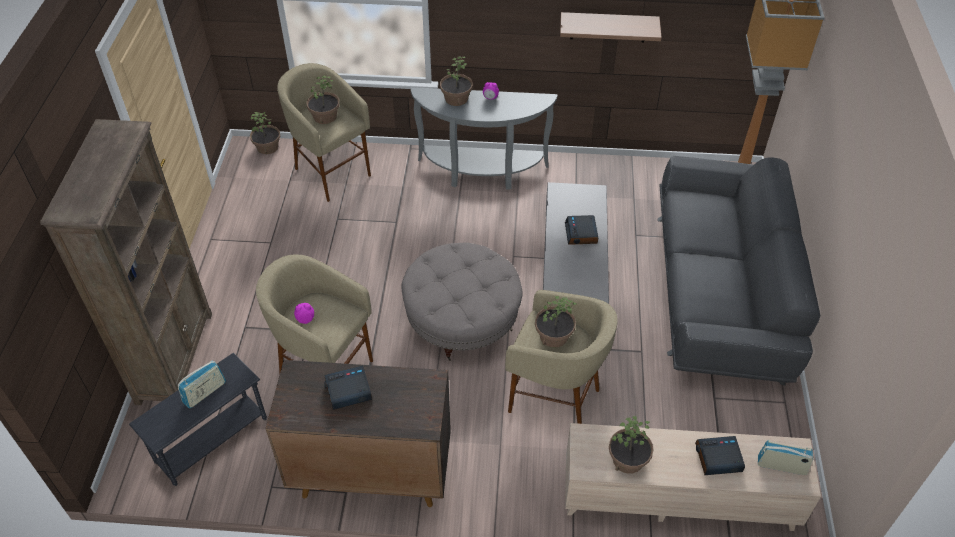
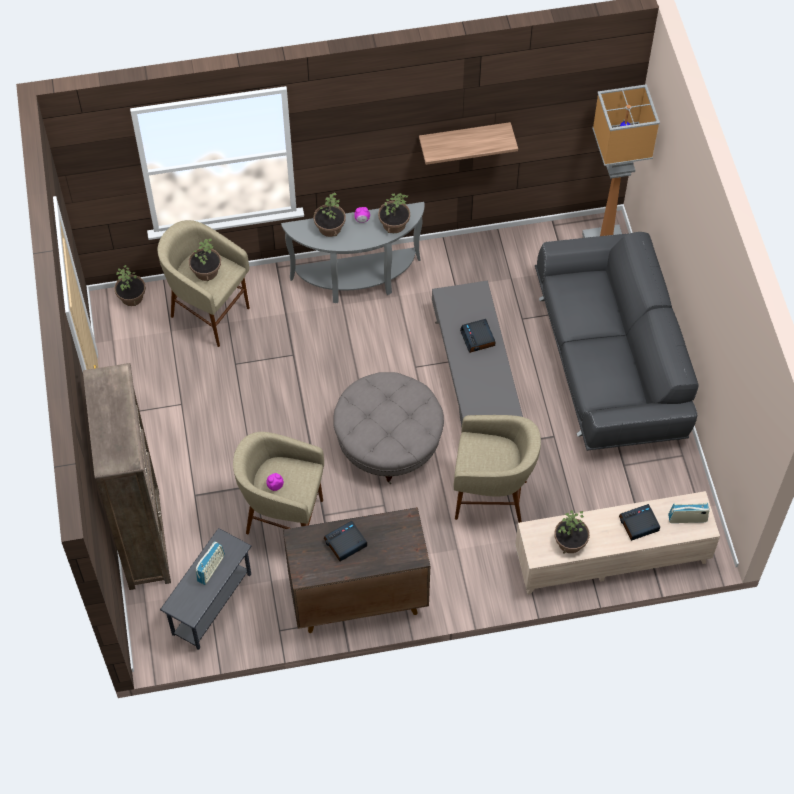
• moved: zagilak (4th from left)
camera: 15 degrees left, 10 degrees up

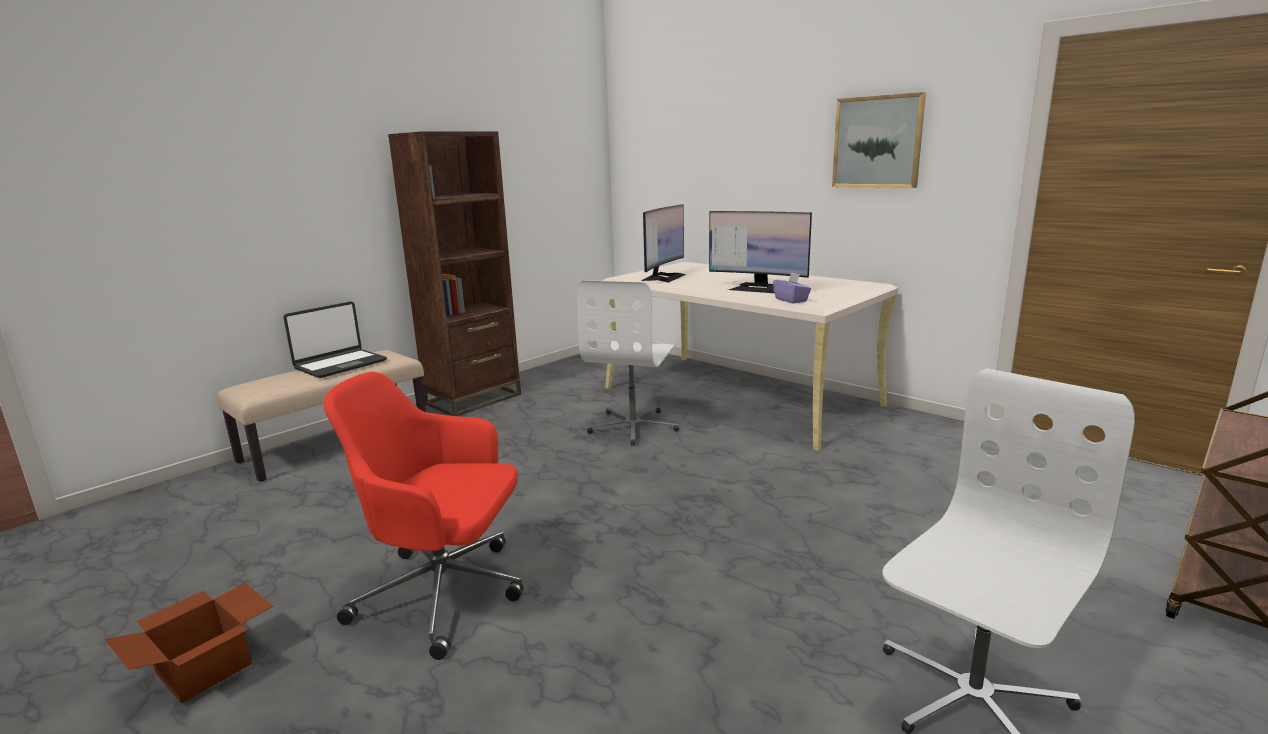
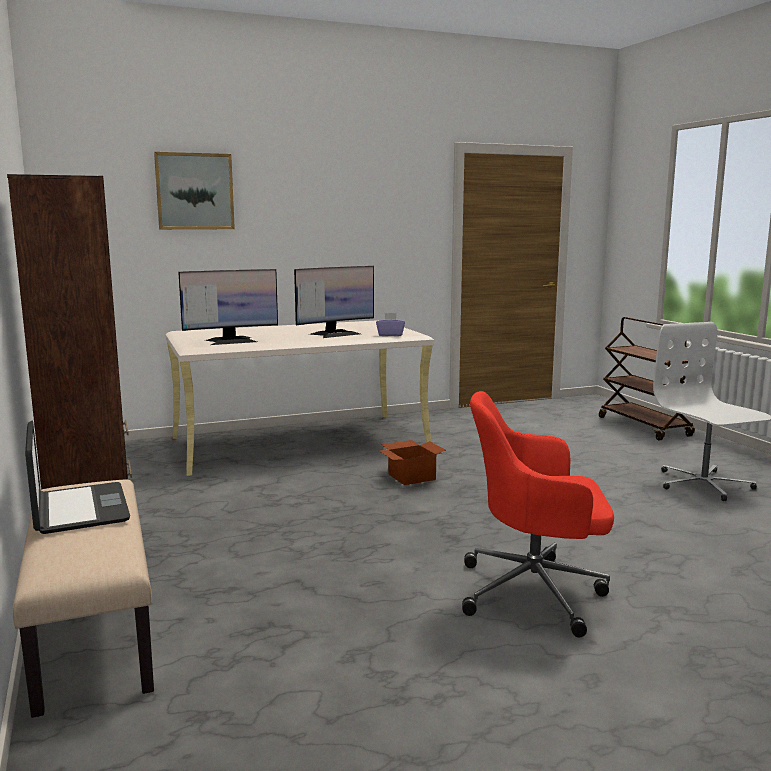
• removed: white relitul (1st from left)
• moved: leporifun
• moved: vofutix
• turned: red relitul 60 degrees clockwise
• turned: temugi (1st from left) 105 degrees clockwise
camera: 65 degrees left, 5 degrees down

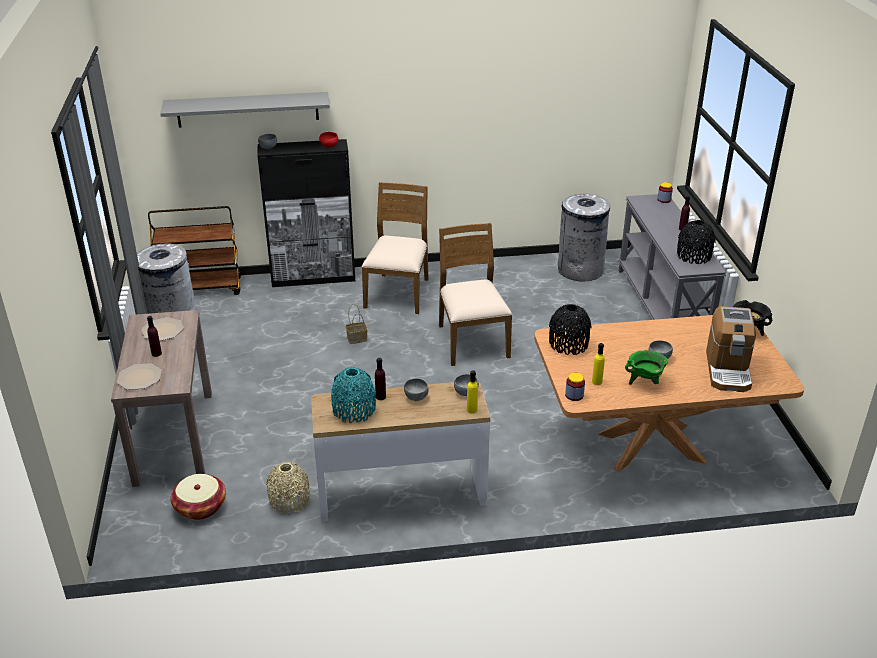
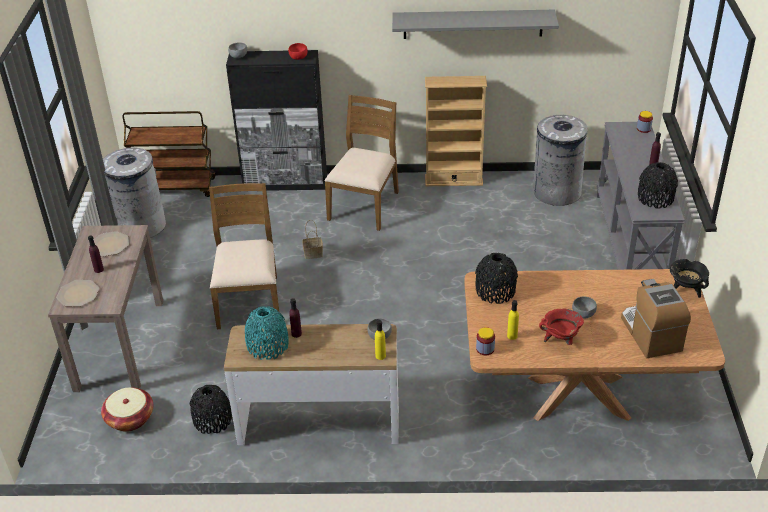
• removed: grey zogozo (2nd from left)
• added: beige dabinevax
• moved: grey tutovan
• moved: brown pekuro (2nd from left in the first image) to brown pekuro (1st from left)
• recoloured: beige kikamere to black kikamere (1st from left)
• recoloured: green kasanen to red kasanen
• turned: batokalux 150 degrees clockwise
camera: 10 degrees right, 5 degrees up

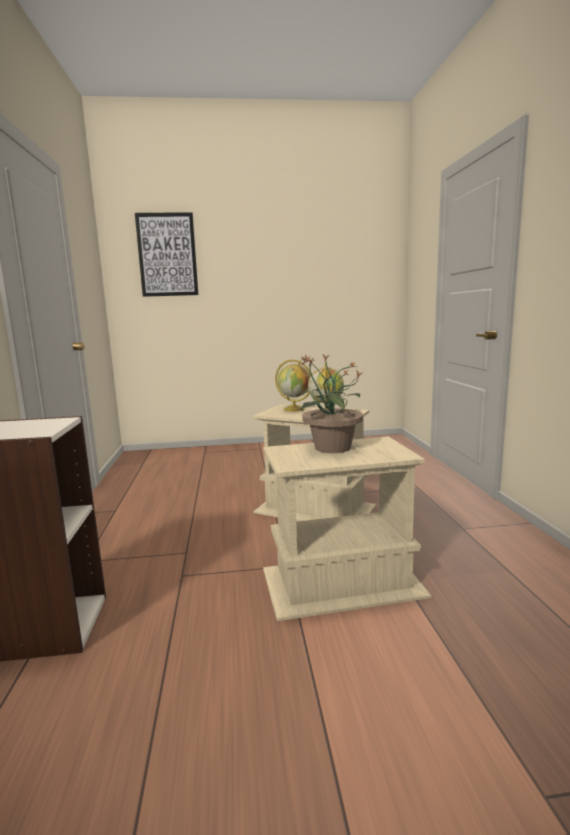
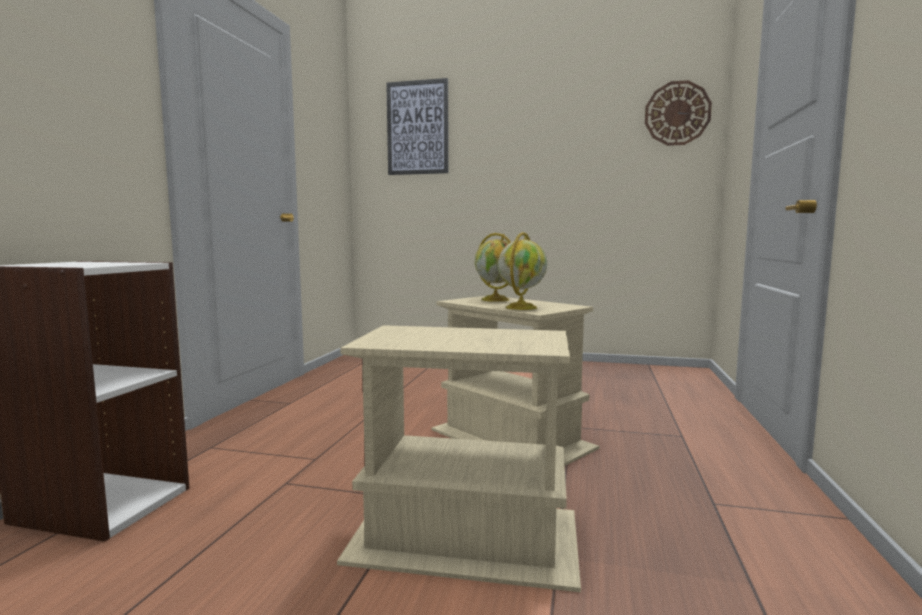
• removed: zagilak
• added: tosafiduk
camera: 20 degrees right, 5 degrees down

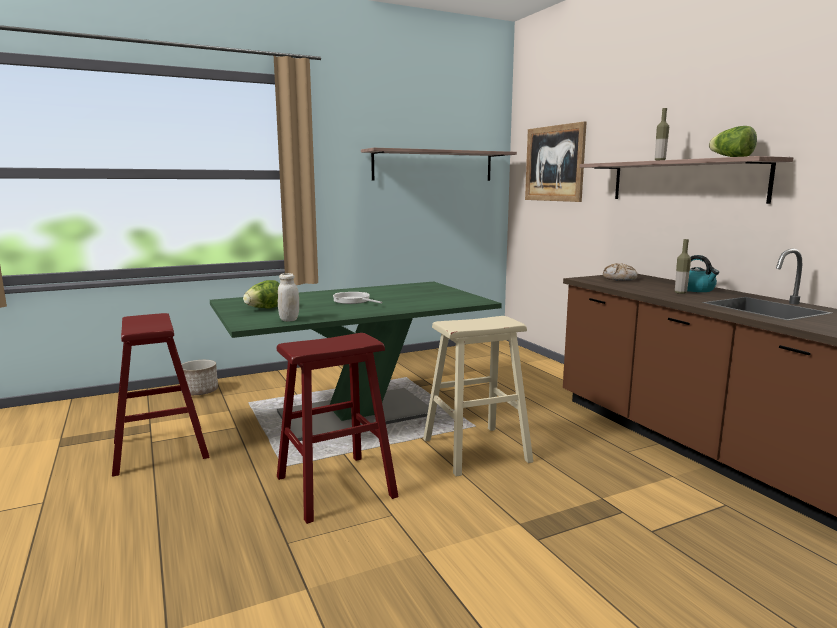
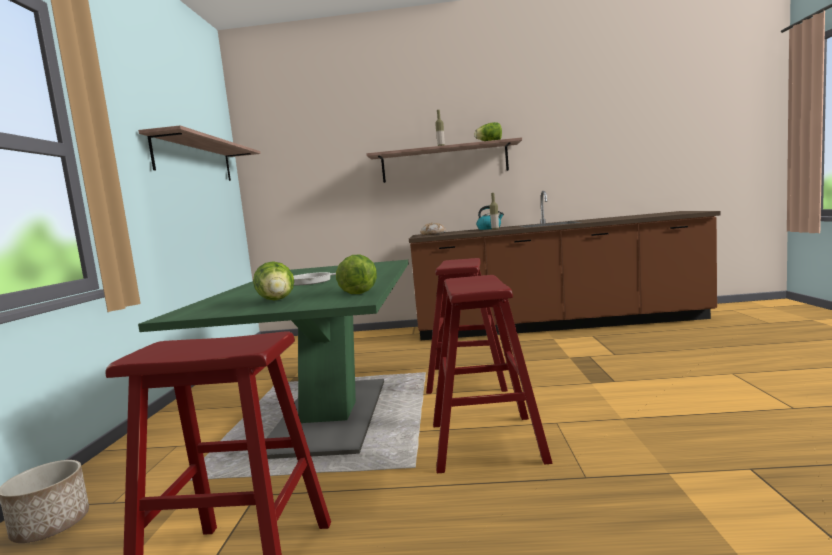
• removed: vofutix
• replaced: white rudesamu to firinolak (2nd from left)
• recoloured: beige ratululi to red ratululi (2nd from left)
camera: 60 degrees left, 5 degrees down

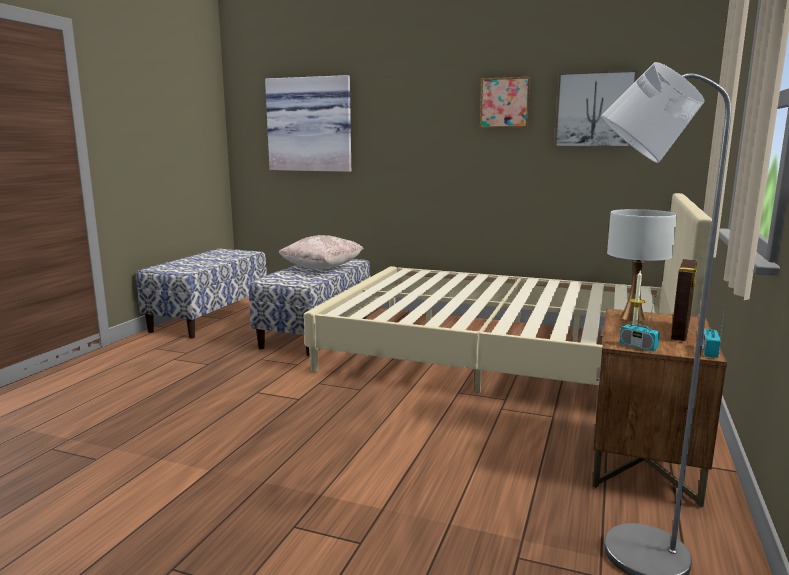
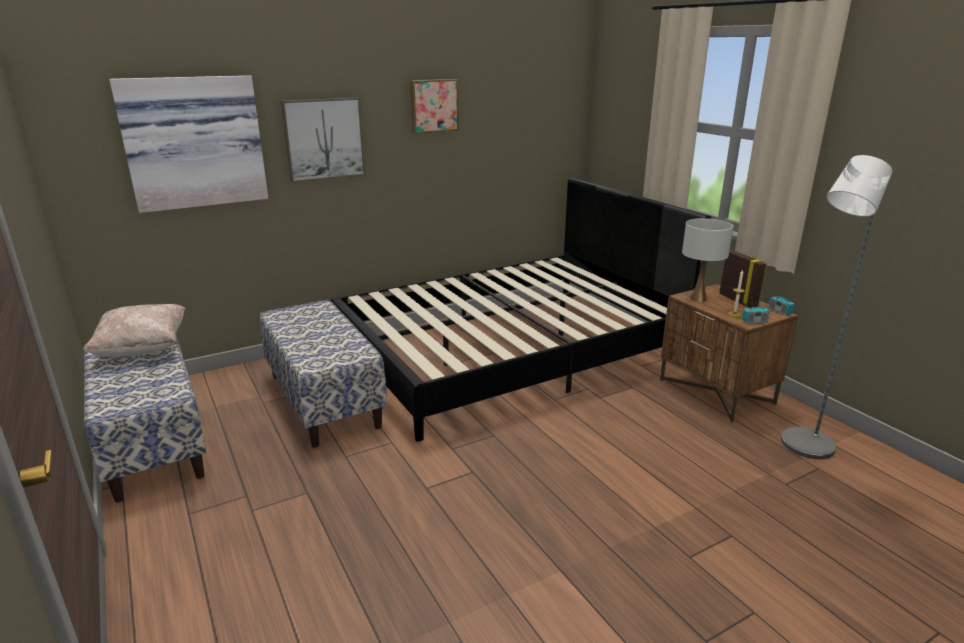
• moved: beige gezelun
• moved: vofutix (3rd from left in the first image) to vofutix (2nd from left)
• recoloured: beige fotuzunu to black fotuzunu
camera: 50 degrees left, 10 degrees up

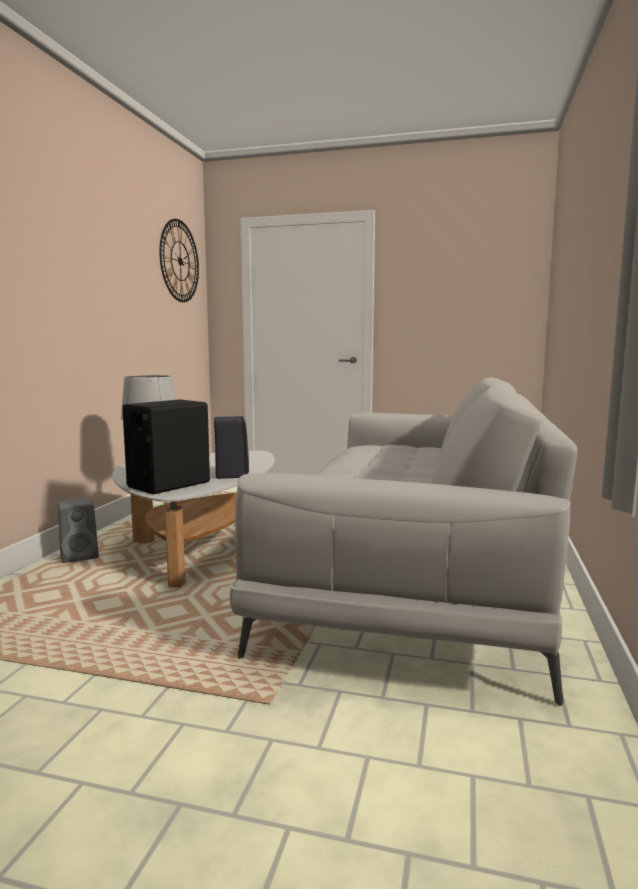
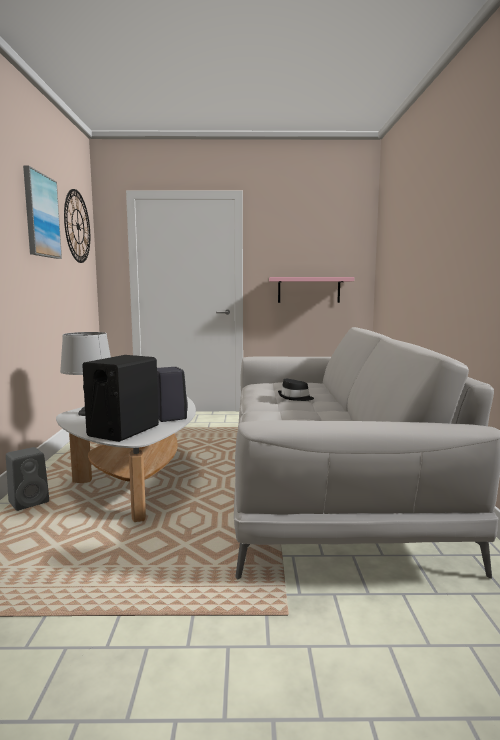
• added: vofutix
• added: pink tutovan
• added: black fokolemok
camera: 15 degrees left, 0 degrees up

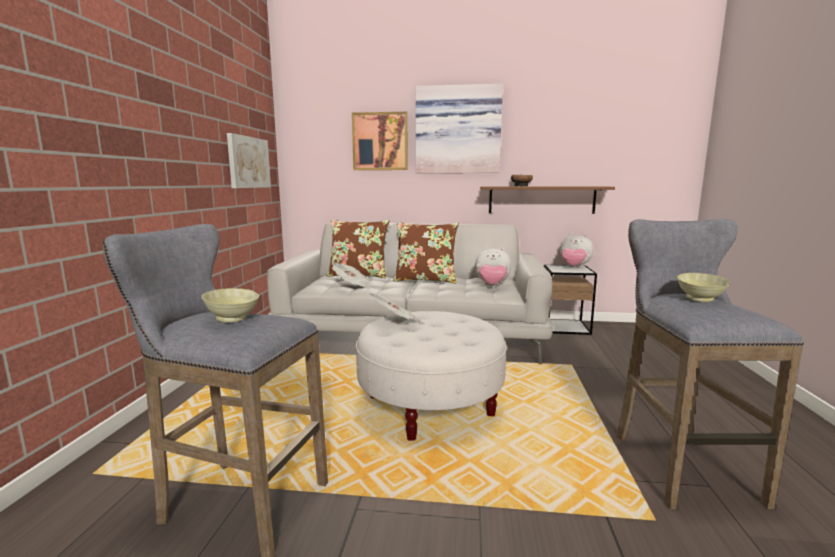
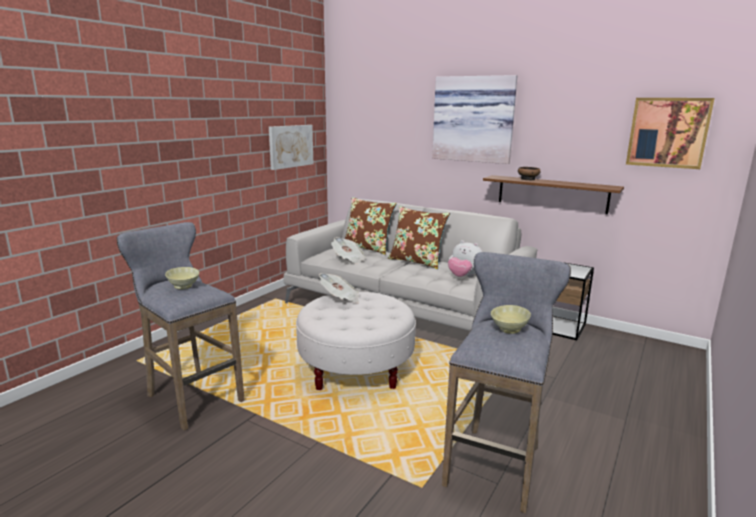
• removed: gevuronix (2nd from left)
• moved: vofutix (2nd from left in the first image) to vofutix (3rd from left)
camera: 25 degrees right, 5 degrees up

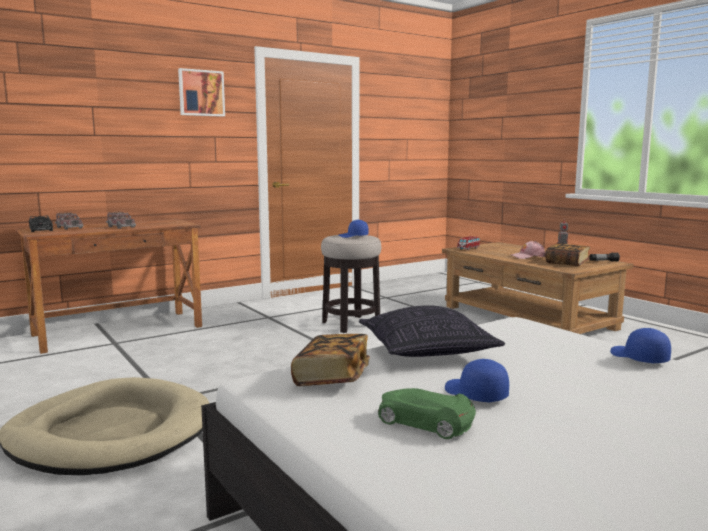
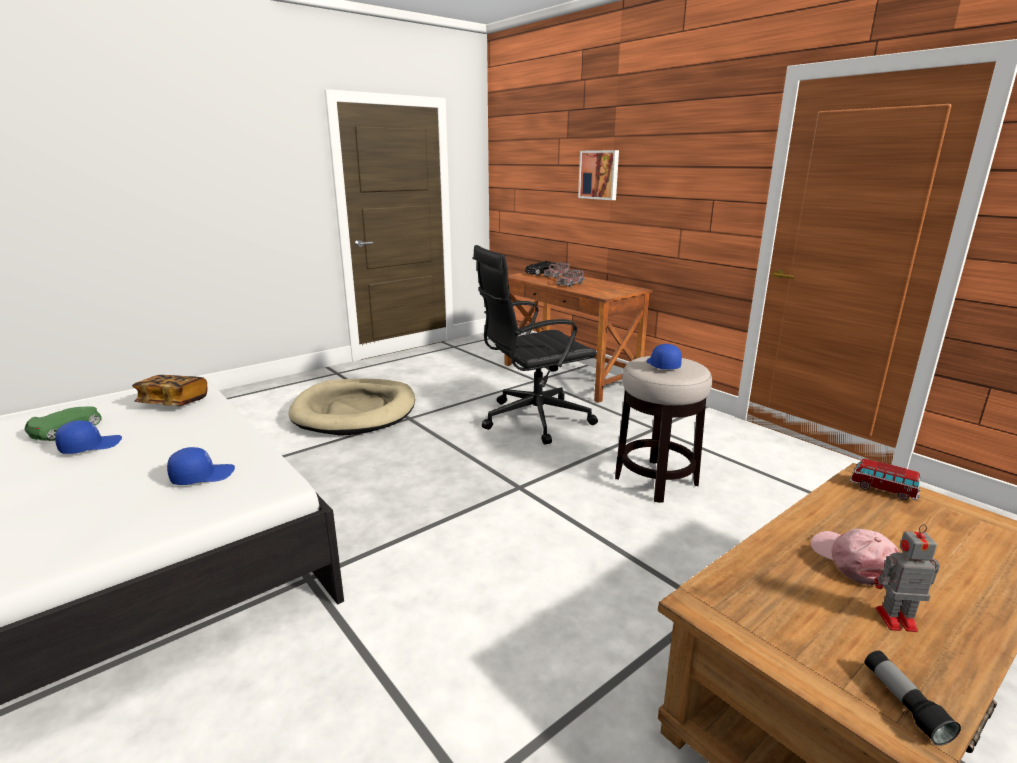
• removed: gezelun
• removed: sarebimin (2nd from left)
• added: black relitul
• moved: vofutix
• moved: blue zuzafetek (3rd from left in the first image) to blue zuzafetek (2nd from left)
camera: 85 degrees right, 10 degrees up

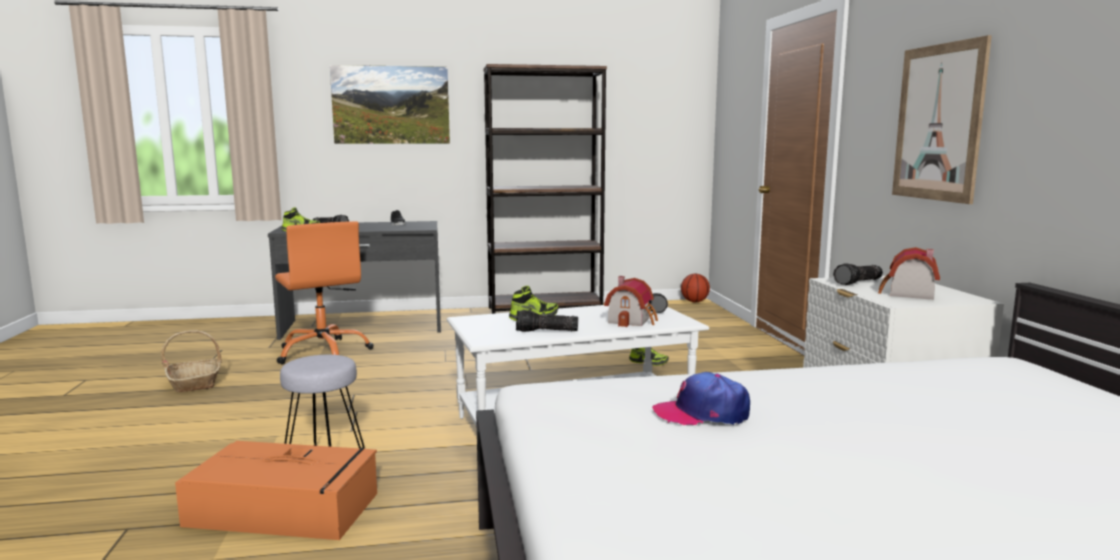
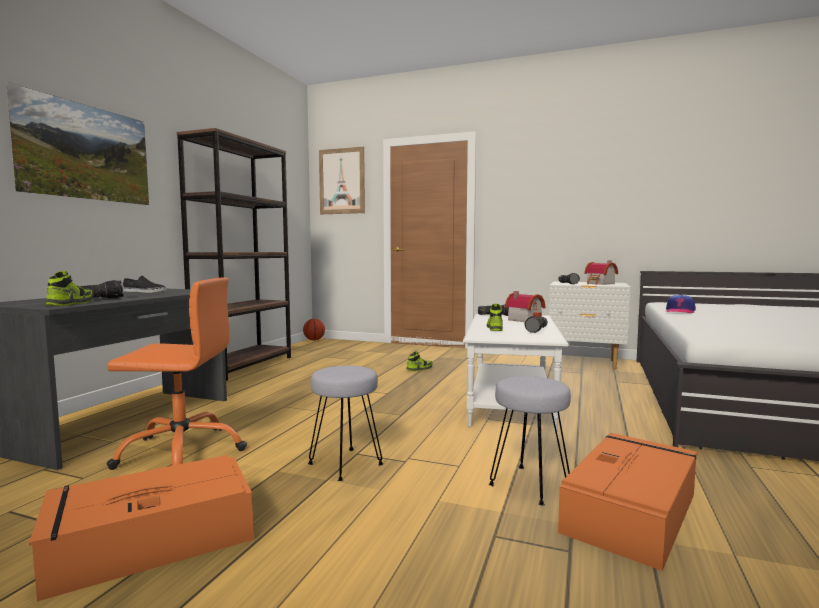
• added: grey ratululi (1st from left)
• moved: zuzafetek
• moved: vofutix (2nd from left)
• replaced: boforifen to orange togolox (1st from left)
camera: 60 degrees left, 5 degrees down

